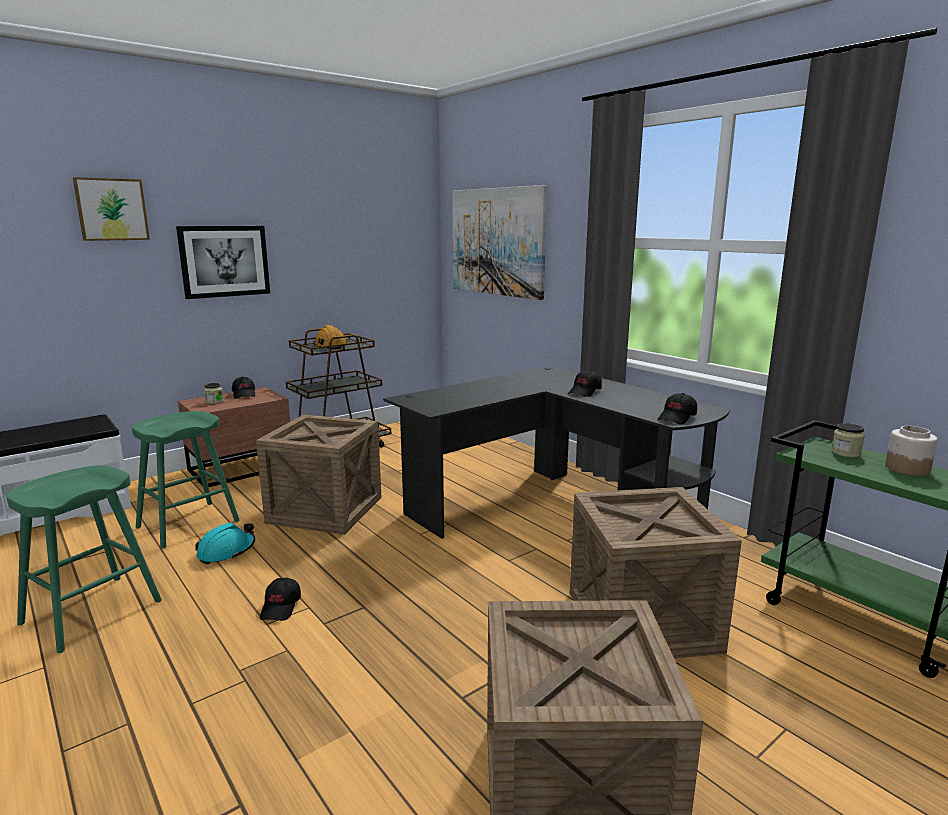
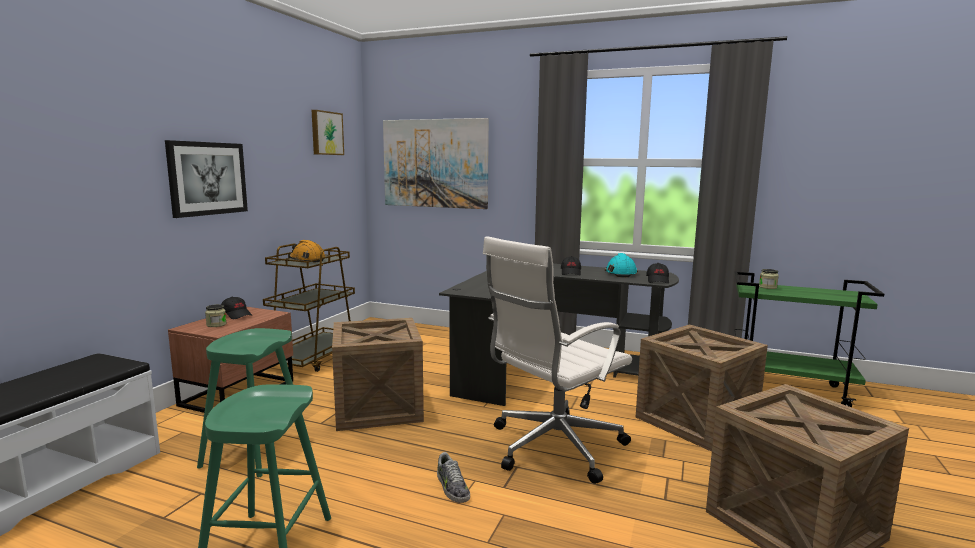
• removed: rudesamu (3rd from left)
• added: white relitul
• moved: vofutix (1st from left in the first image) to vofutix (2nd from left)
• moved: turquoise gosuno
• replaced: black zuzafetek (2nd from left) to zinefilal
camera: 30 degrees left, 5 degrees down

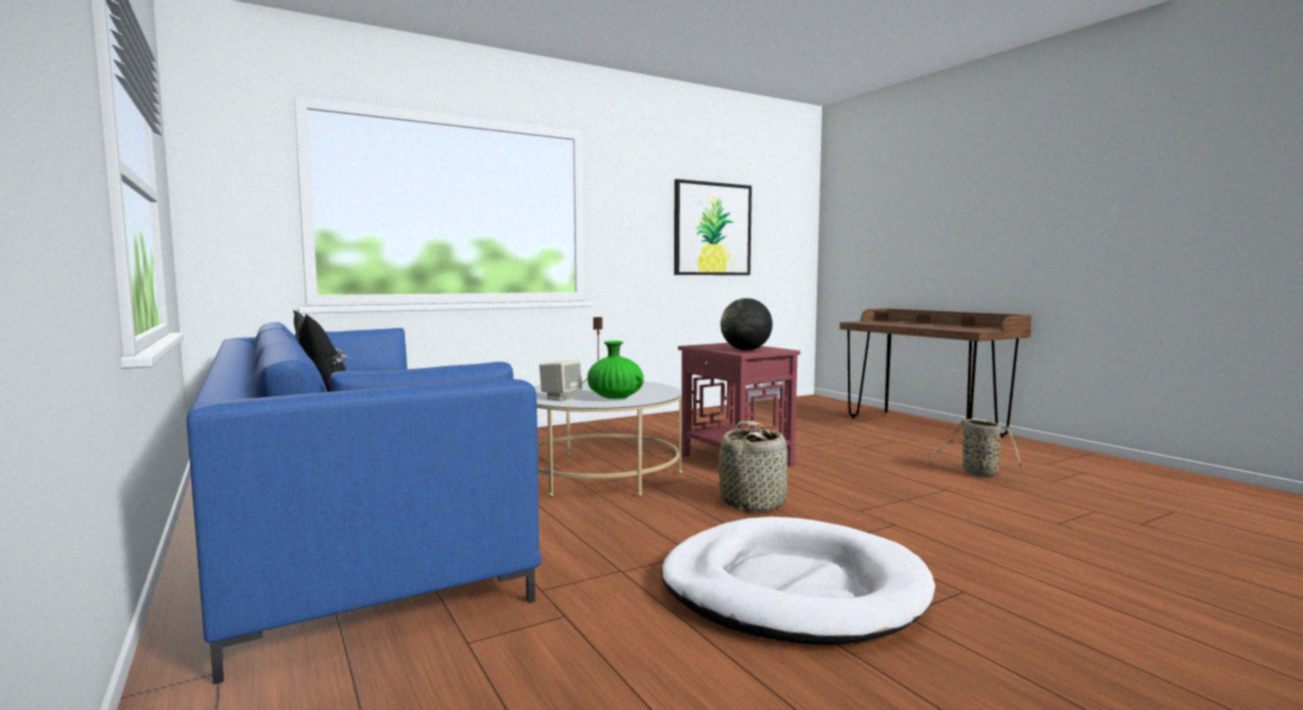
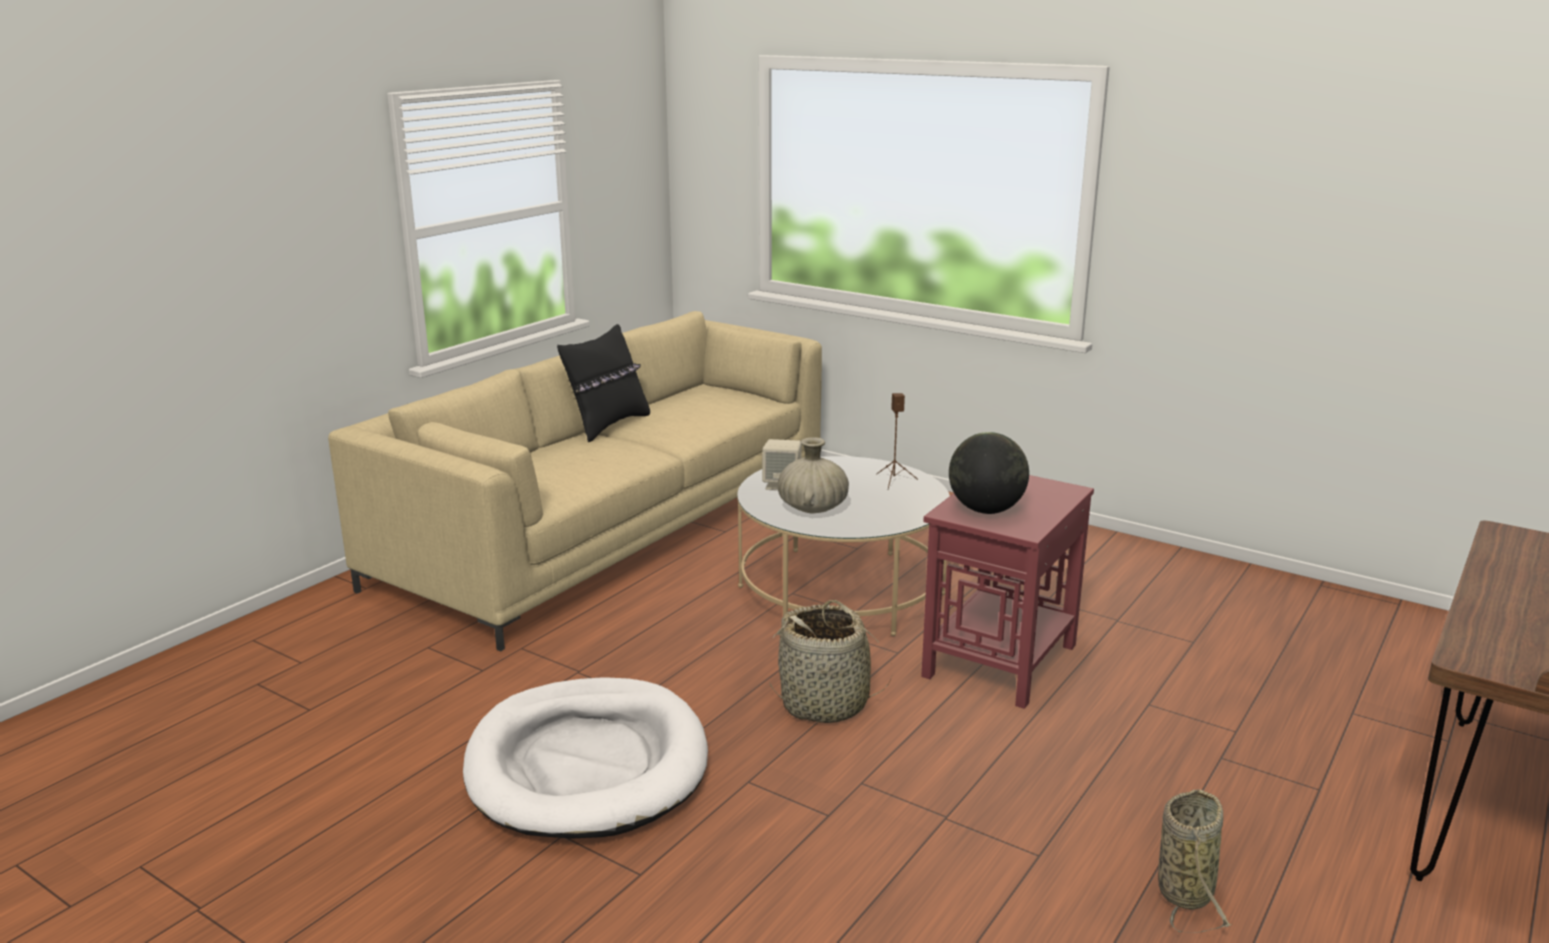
• removed: vofutix
• recoloured: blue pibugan to beige pibugan
• recoloured: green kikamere to beige kikamere
camera: 65 degrees right, 15 degrees up

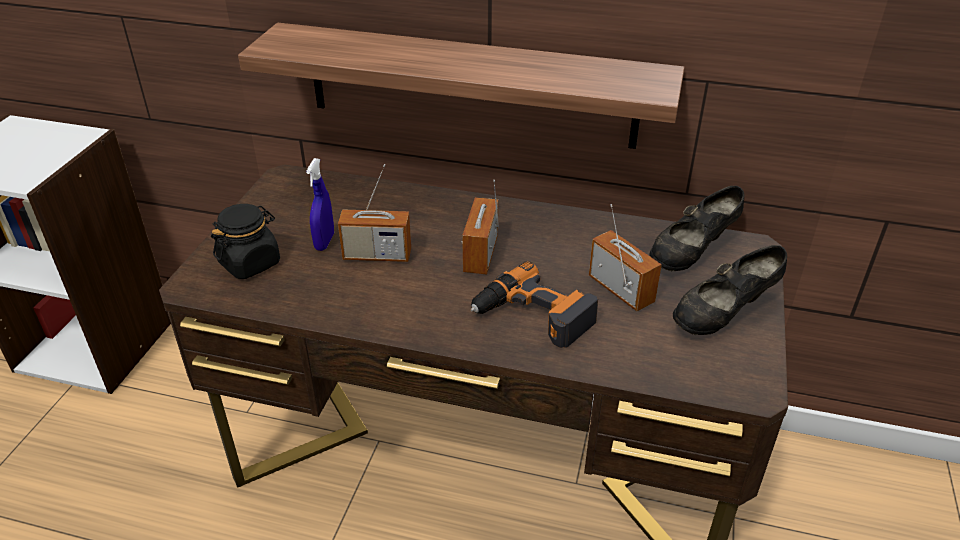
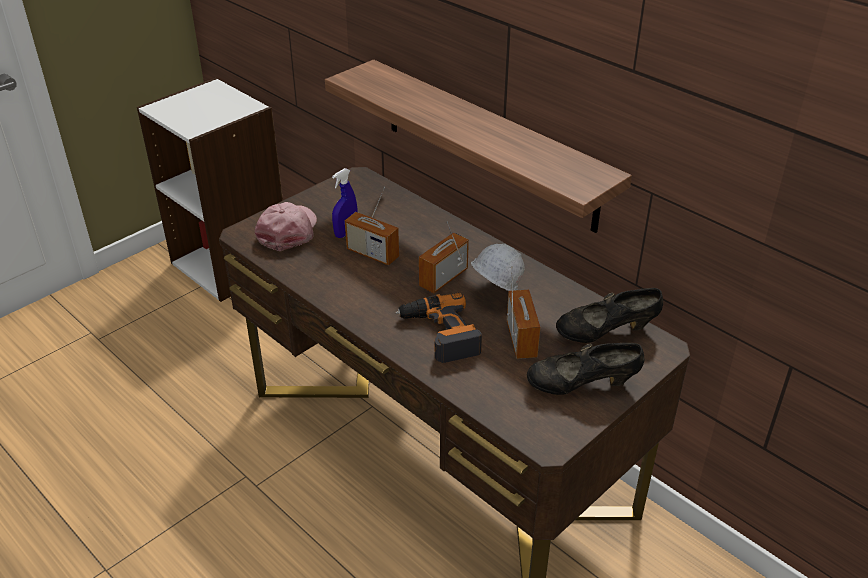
• added: white gosuno
• replaced: black rudesamu to pink zuzafetek
camera: 30 degrees right, 0 degrees up

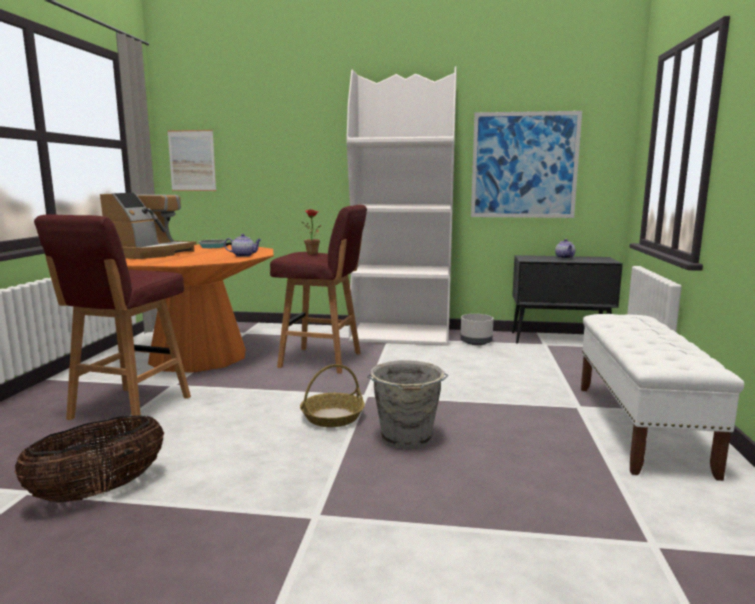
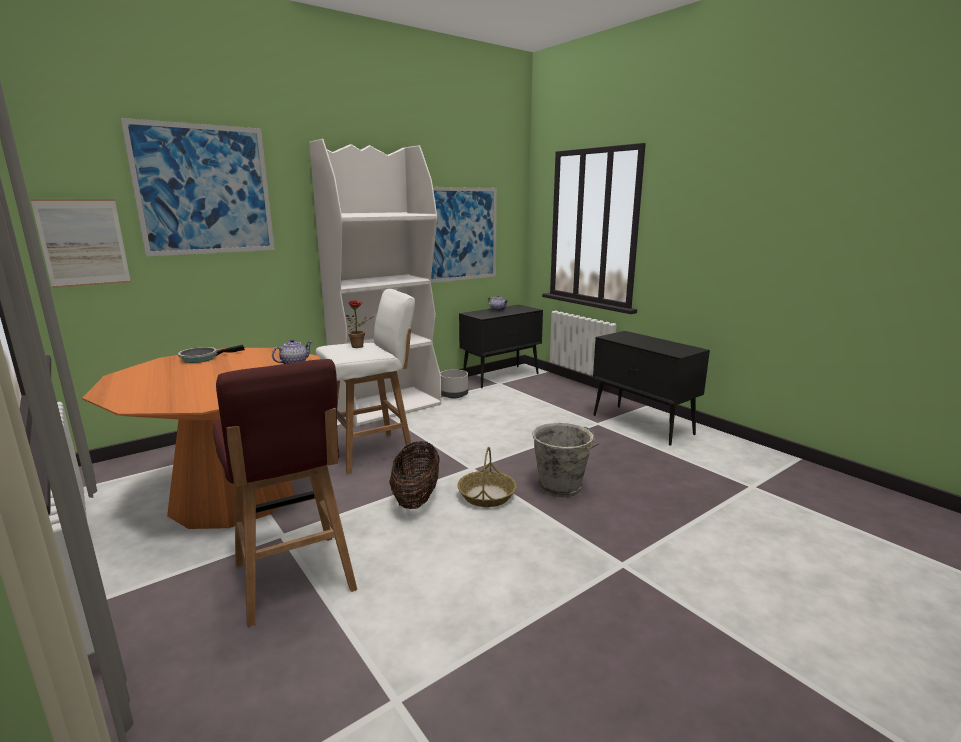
• removed: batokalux
• added: vofutix (2nd from left)
• moved: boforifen (1st from left)
• replaced: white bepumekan to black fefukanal (2nd from left)
• recoloured: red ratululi (2nd from left) to white ratululi
camera: 45 degrees left, 5 degrees up

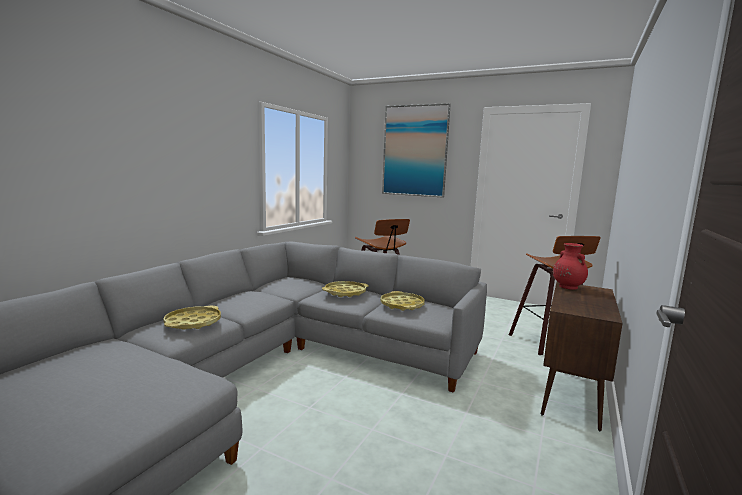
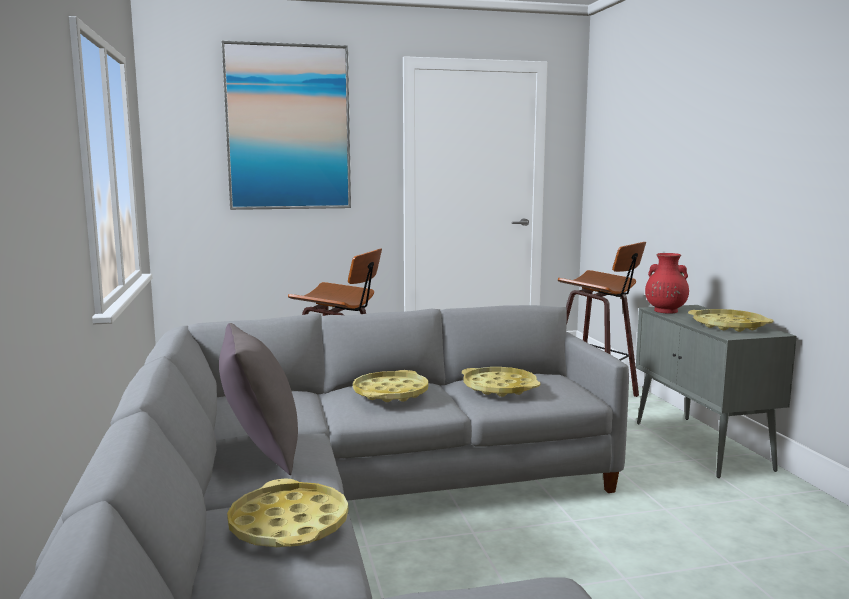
• added: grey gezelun
• added: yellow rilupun (4th from left)
• recoloured: brown fefukanal to grey fefukanal
camera: 40 degrees left, 0 degrees up

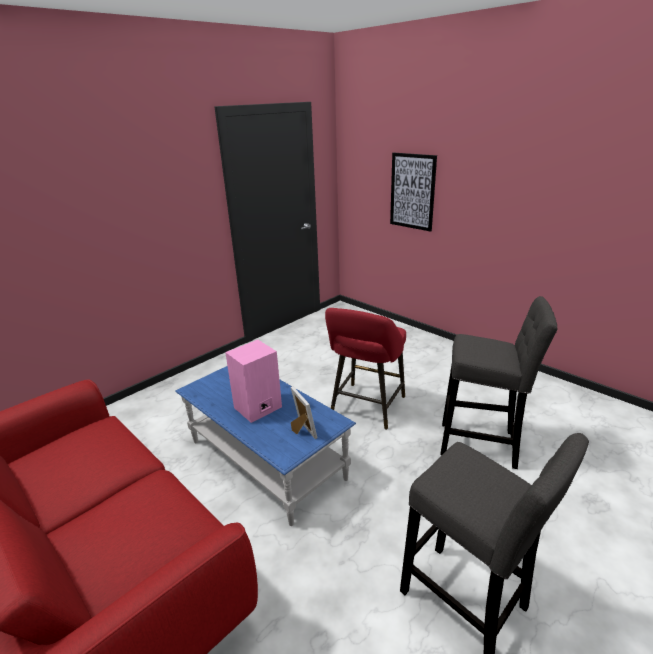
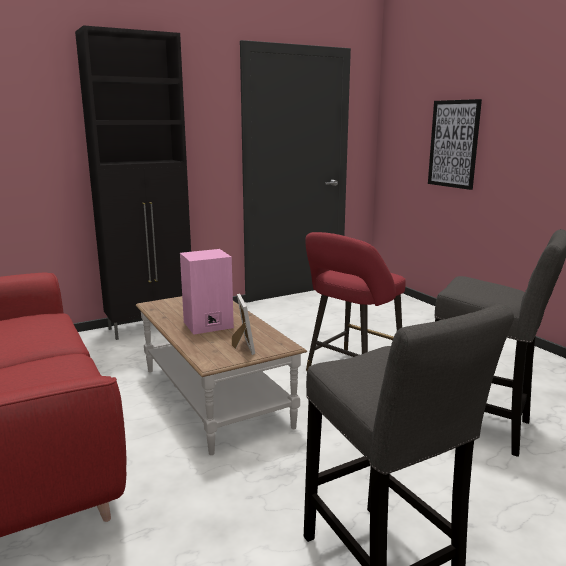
• added: black fefukanal
• recoloured: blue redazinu to brown redazinu
camera: 15 degrees right, 10 degrees down

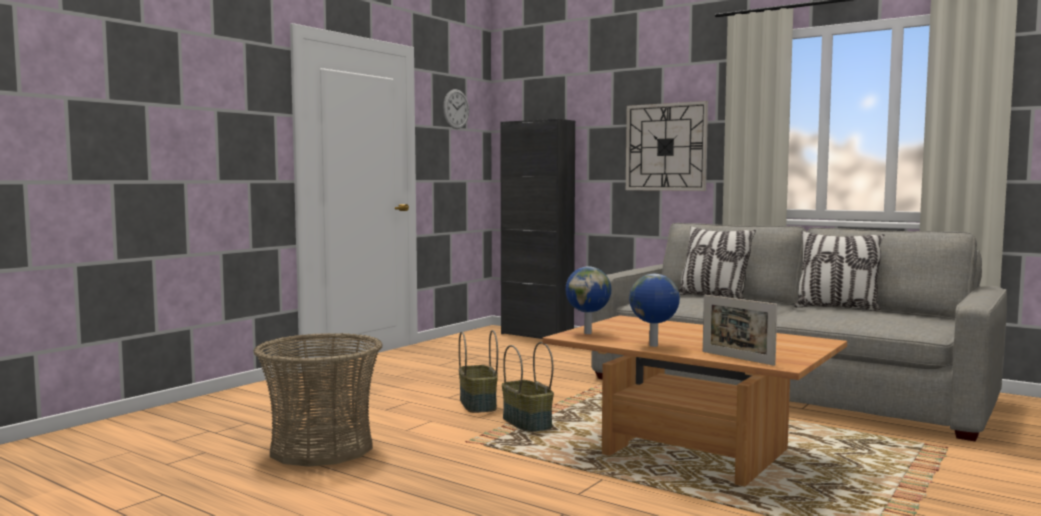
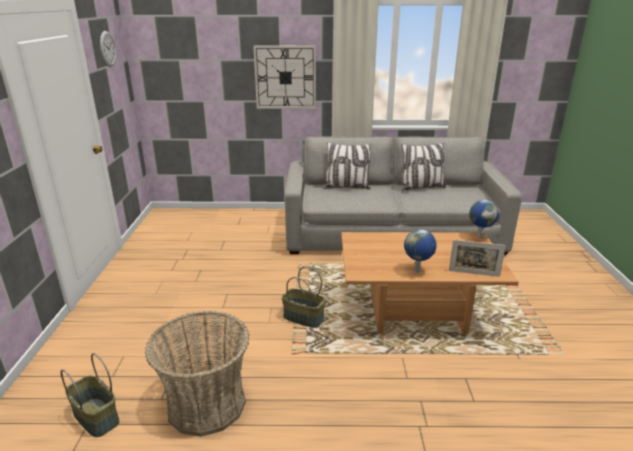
• removed: black fefukanal
• moved: boforifen (2nd from left in the first image) to boforifen (1st from left)
• moved: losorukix (1st from left in the first image) to losorukix (2nd from left)
camera: 35 degrees left, 20 degrees up

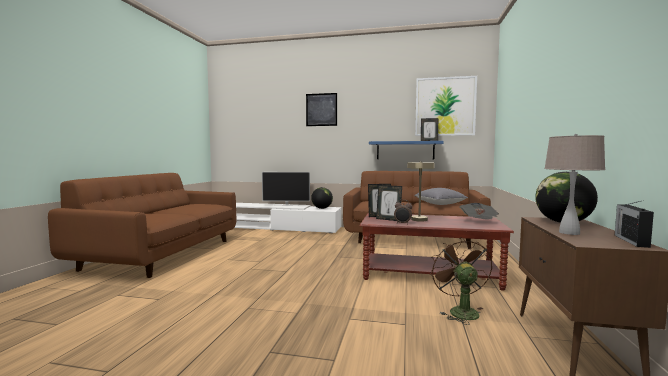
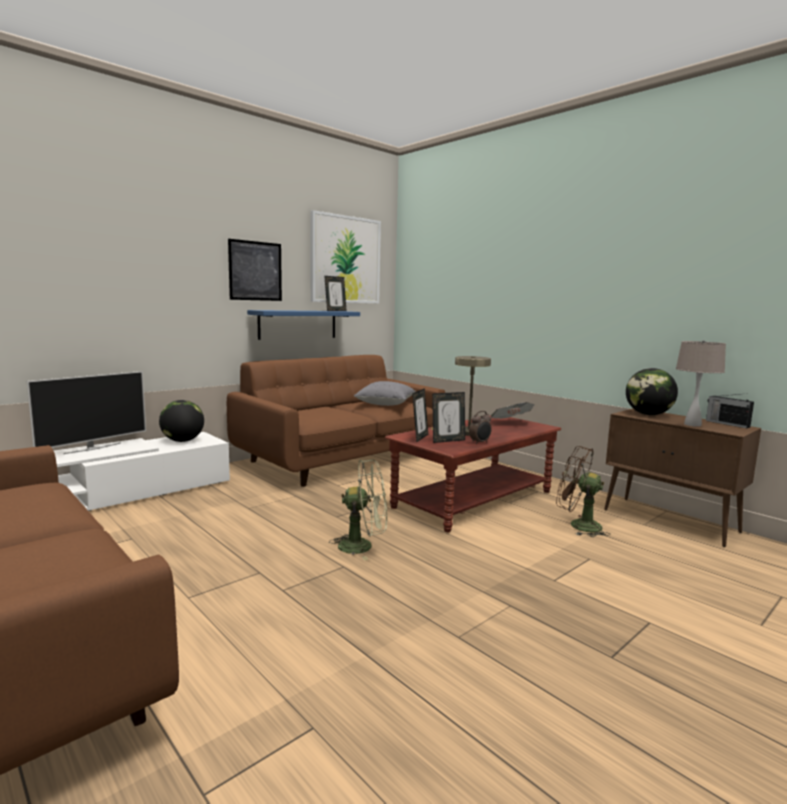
• added: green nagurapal
• moved: vofutix (1st from left)
camera: 55 degrees left, 5 degrees up

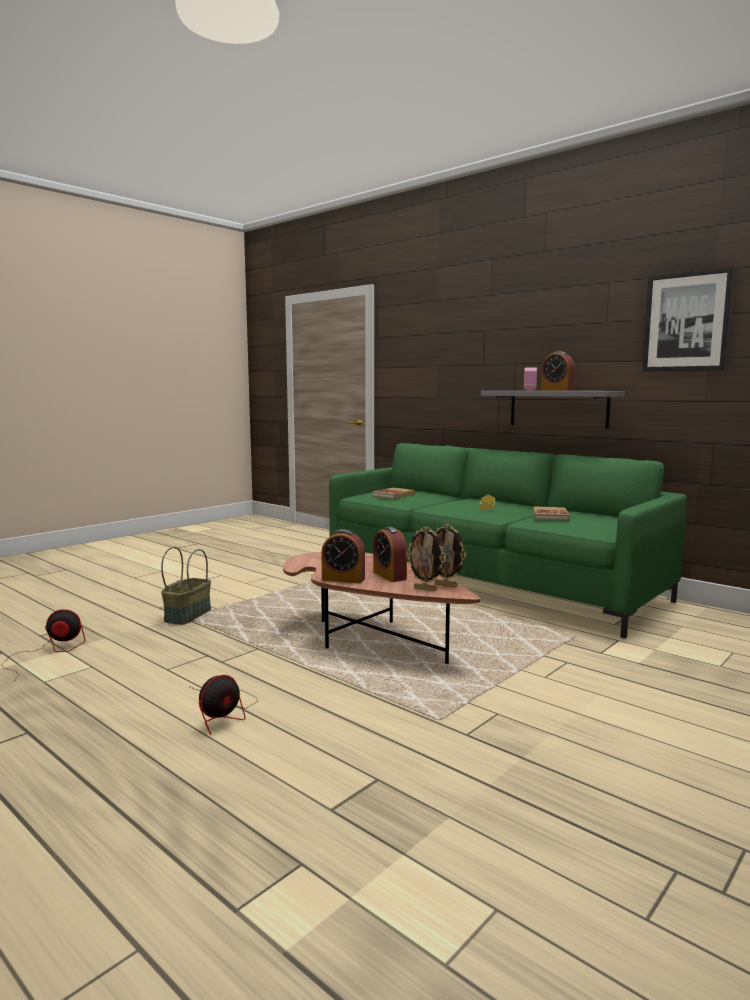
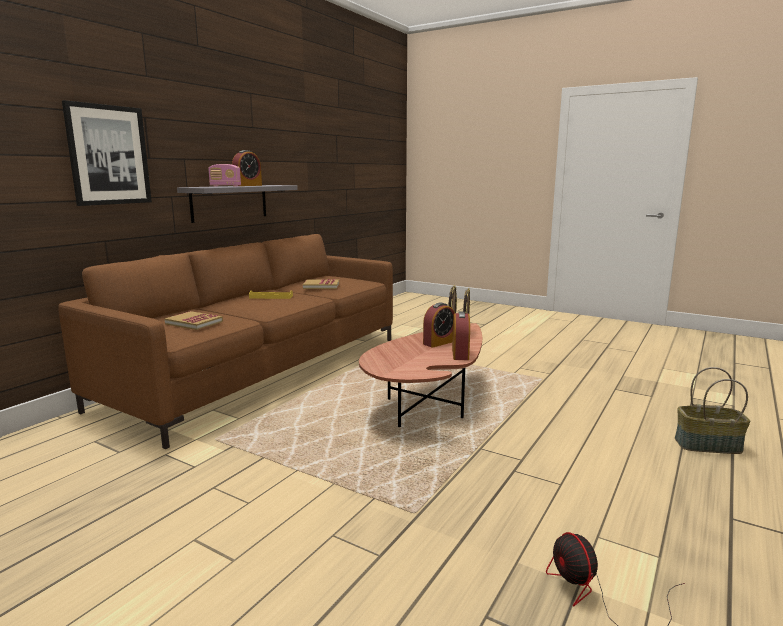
• removed: nagurapal (2nd from left)
• moved: boforifen
• moved: vofutix
• recoloured: green pibugan to brown pibugan
camera: 100 degrees left, 5 degrees up

